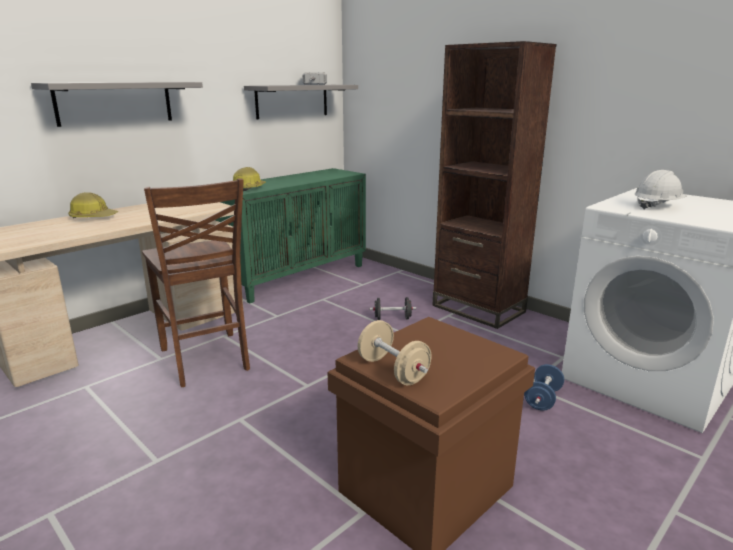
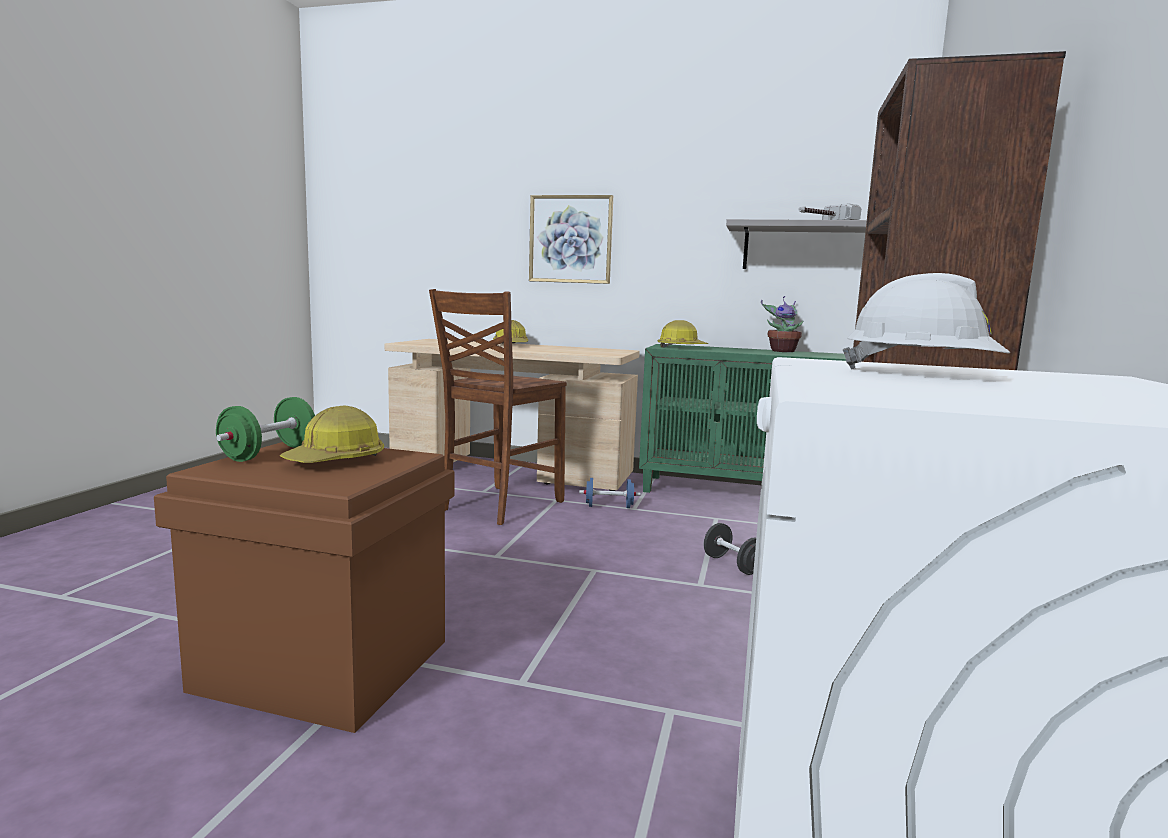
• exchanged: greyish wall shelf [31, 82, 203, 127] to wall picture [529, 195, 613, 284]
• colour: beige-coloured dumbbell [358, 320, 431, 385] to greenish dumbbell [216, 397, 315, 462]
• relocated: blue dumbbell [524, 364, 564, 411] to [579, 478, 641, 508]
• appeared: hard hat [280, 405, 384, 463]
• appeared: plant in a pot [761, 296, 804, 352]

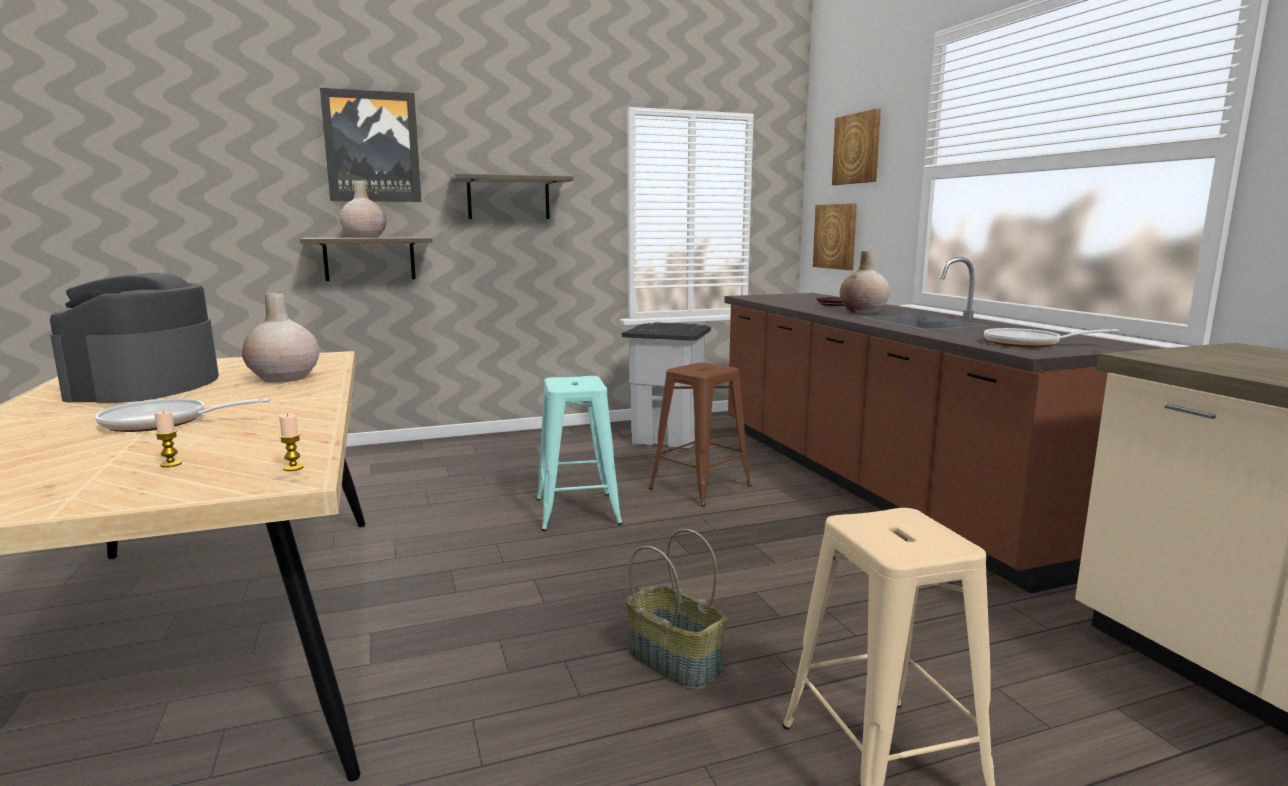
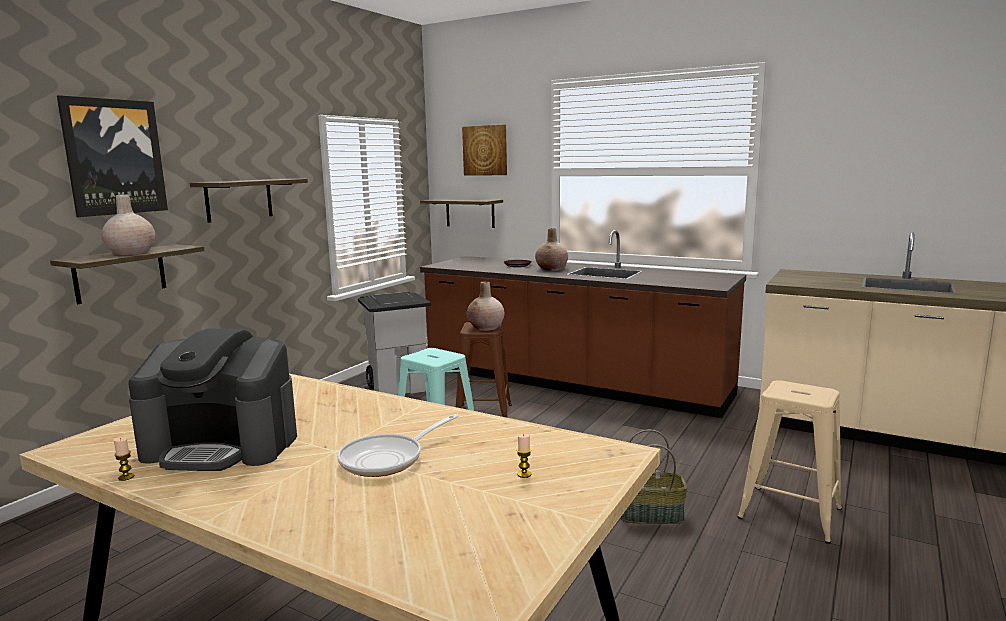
• spun: coffee machine [50, 273, 219, 403] = [129, 329, 297, 471] 45 degrees counterclockwise
• relocated: beige-coloured decorative vase [242, 292, 319, 383] to [467, 281, 505, 331]
• relocated: candle [279, 413, 304, 471] to [114, 437, 134, 481]
• exchanged: wall picture [813, 203, 857, 270] to wall shelf [420, 199, 503, 228]
• missing: skillet [984, 328, 1119, 347]

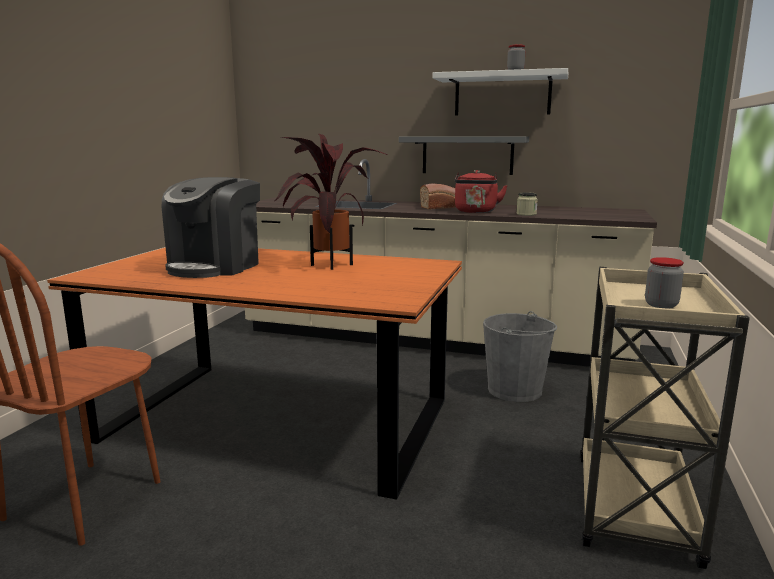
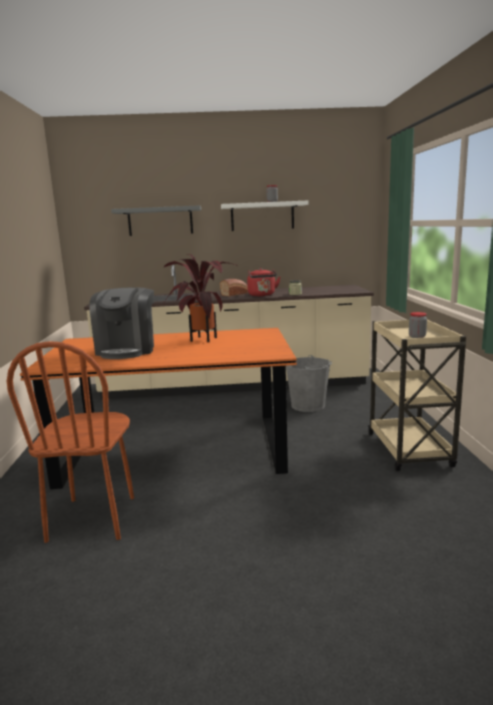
• relocated: greyish wall shelf [399, 136, 529, 175] to [111, 205, 201, 236]

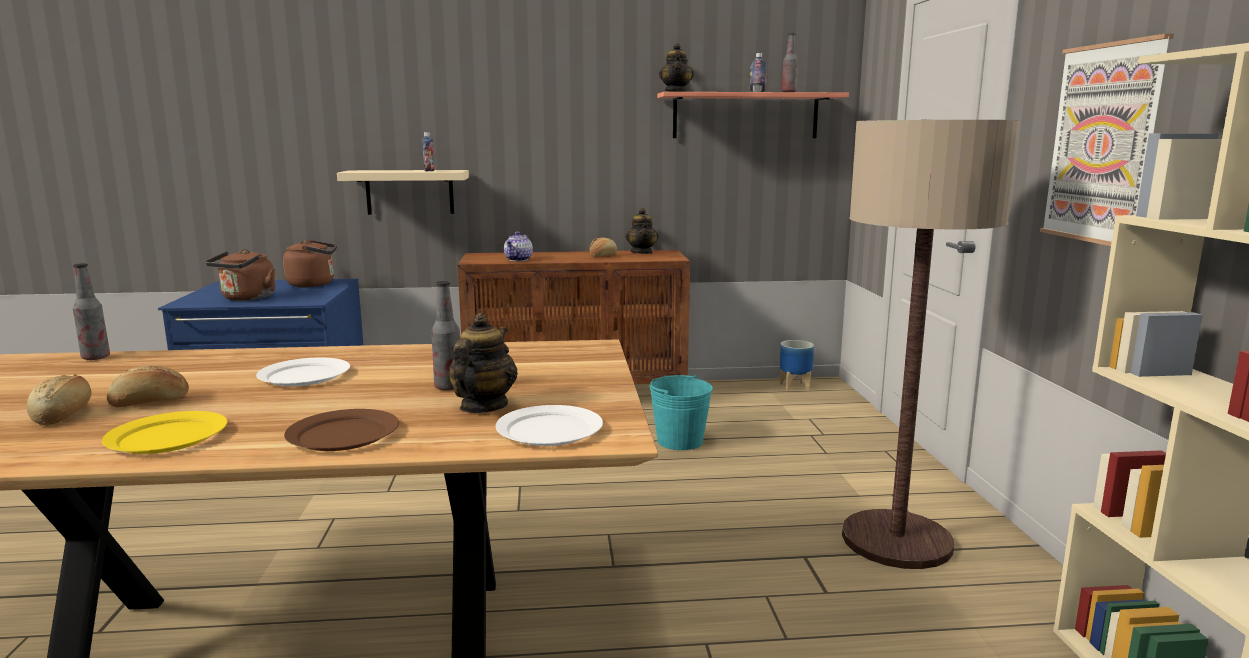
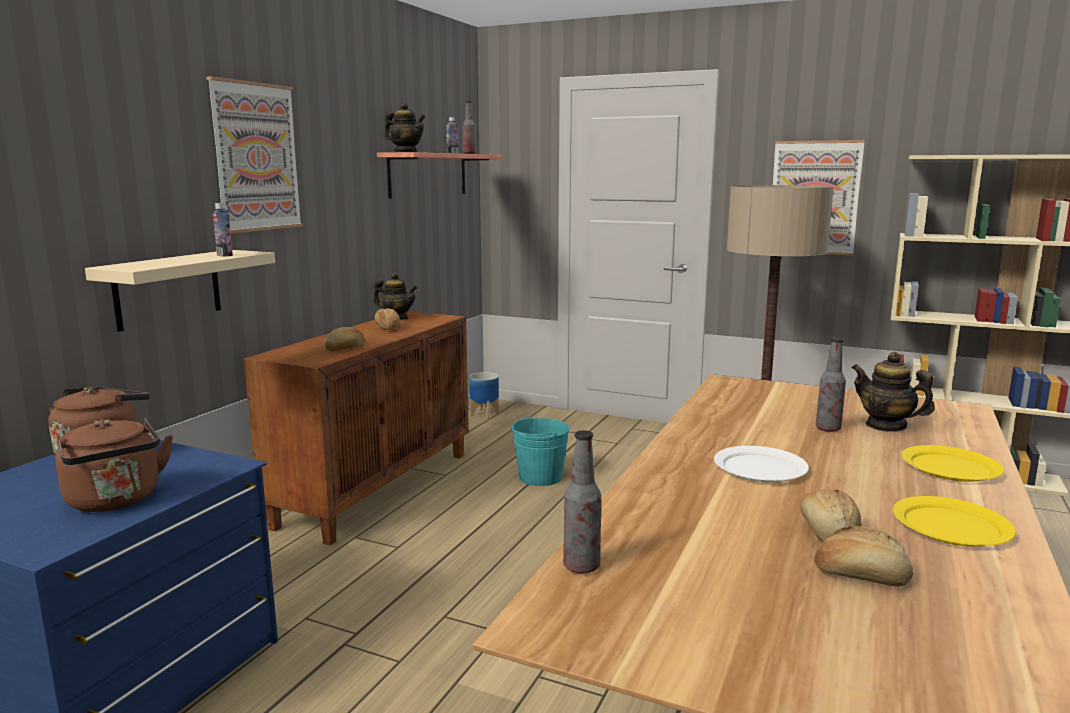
• colour: brownish dinner plate [284, 409, 399, 451] to yellowish dinner plate [901, 445, 1004, 482]
• missing: white-coloured dinner plate [496, 405, 603, 446]
• exchanged: pot for tea [504, 232, 533, 262] to bakery bread [325, 327, 365, 351]
• appeared: wall picture [206, 76, 303, 233]

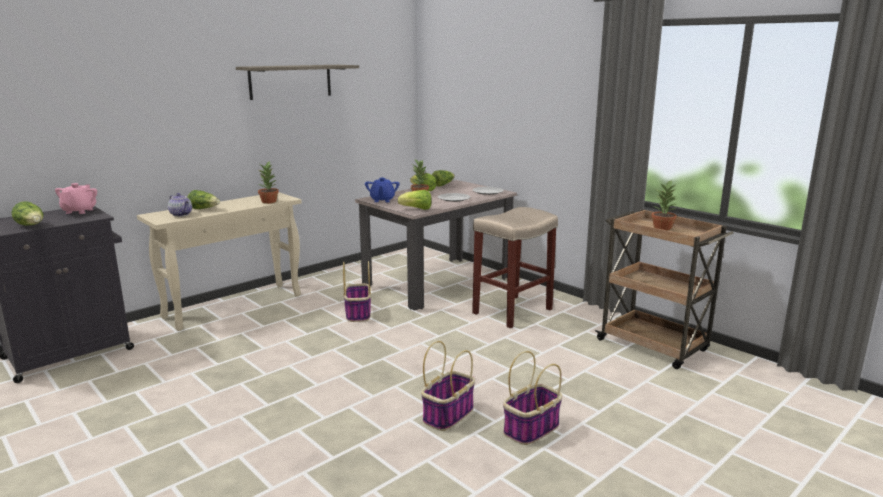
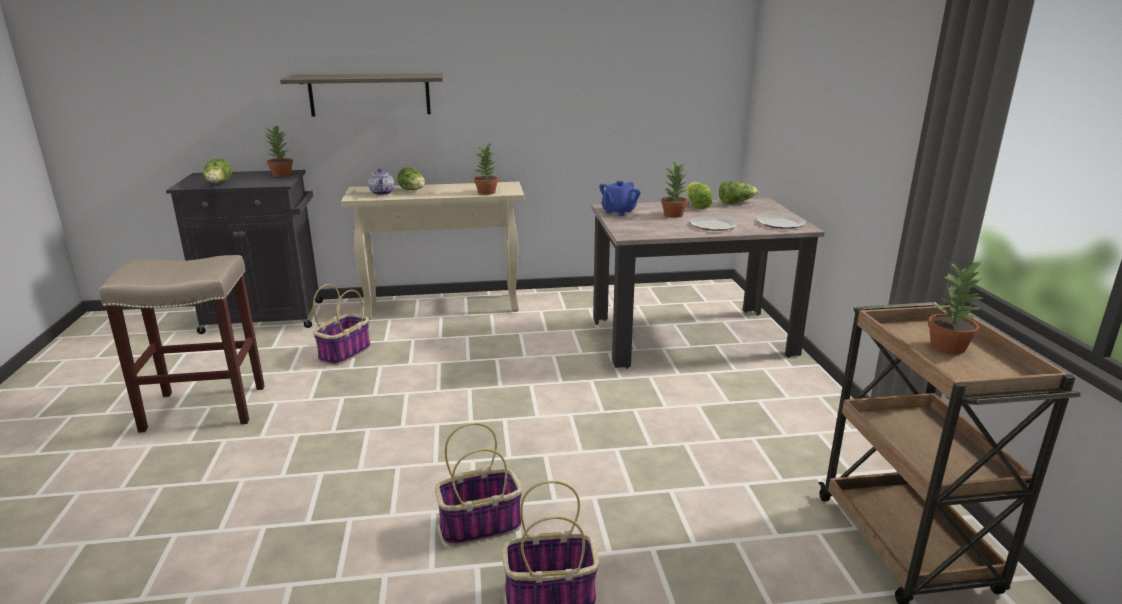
• exchanged: pink pot for tea [55, 183, 97, 214] to plant in a pot [265, 125, 293, 177]
• relocated: wall shelf [236, 65, 359, 100] to [280, 73, 443, 116]
• relocated: household basket [343, 261, 371, 322] to [313, 284, 371, 366]
• missing: lettuce [398, 190, 432, 210]
• relocated: beige-coloured sitting stool [472, 207, 558, 328] to [99, 255, 265, 433]

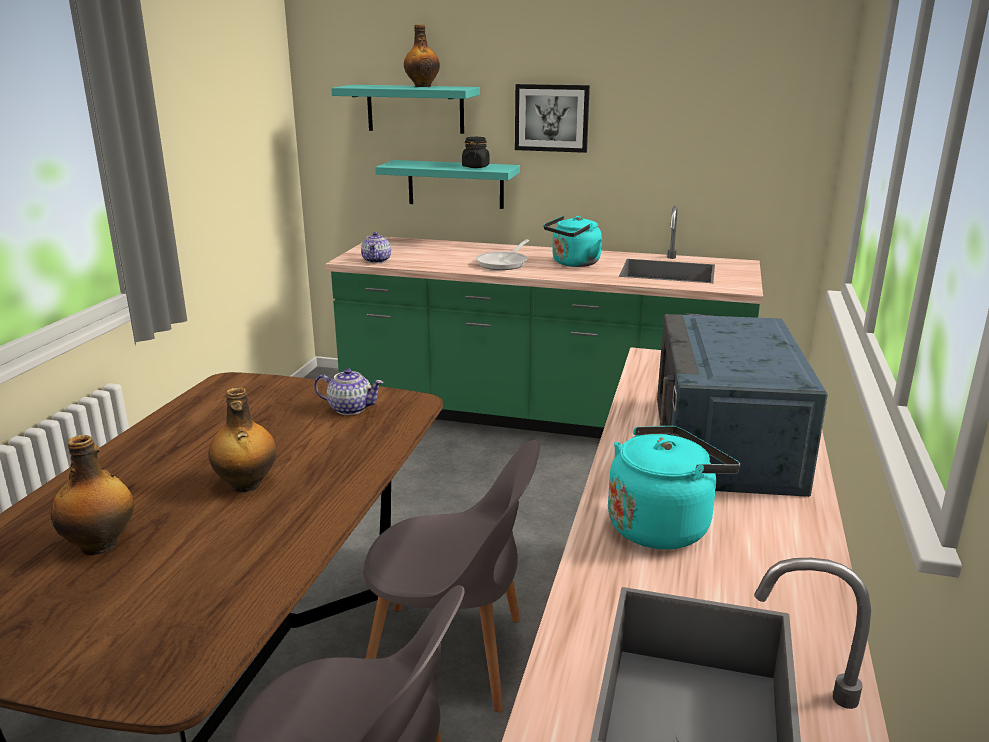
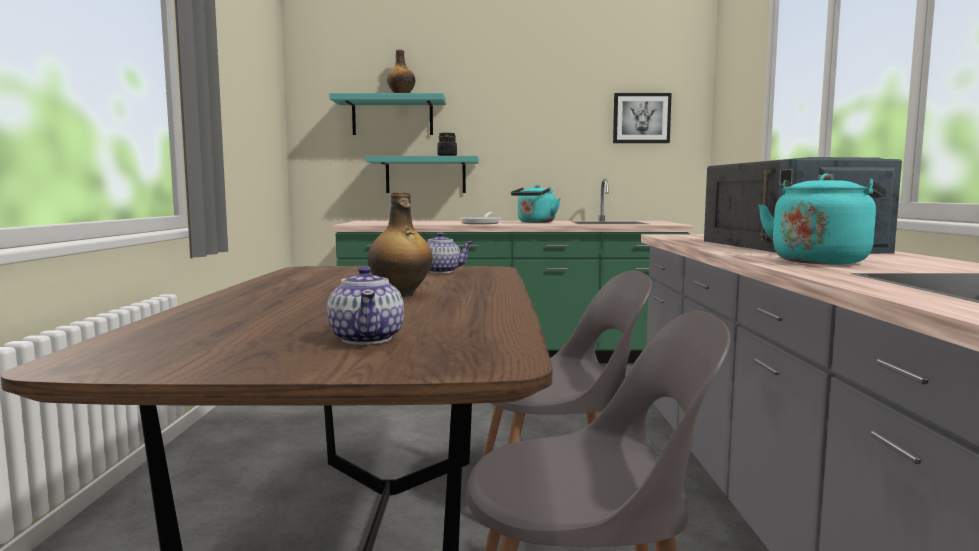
• missing: bottle [50, 435, 134, 555]
• relocated: pot for tea [361, 232, 391, 263] to [327, 266, 404, 345]
• relocated: wall picture [515, 84, 590, 153] to [613, 93, 672, 143]

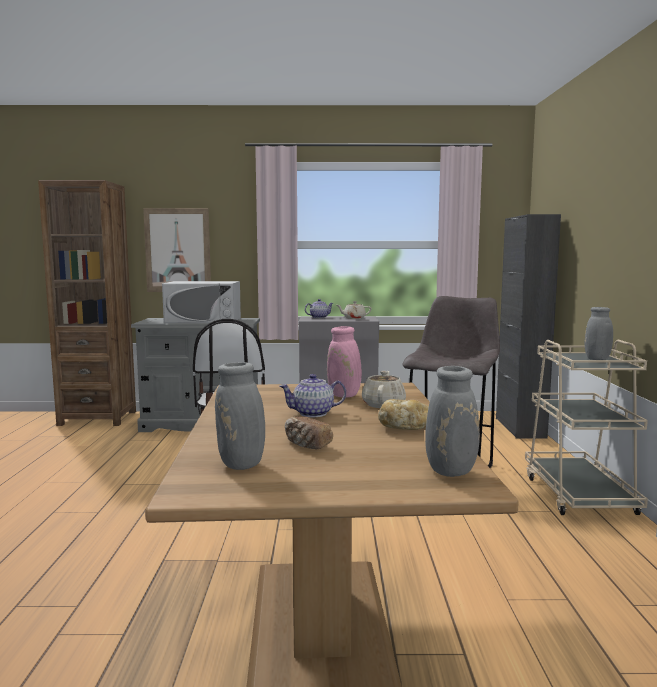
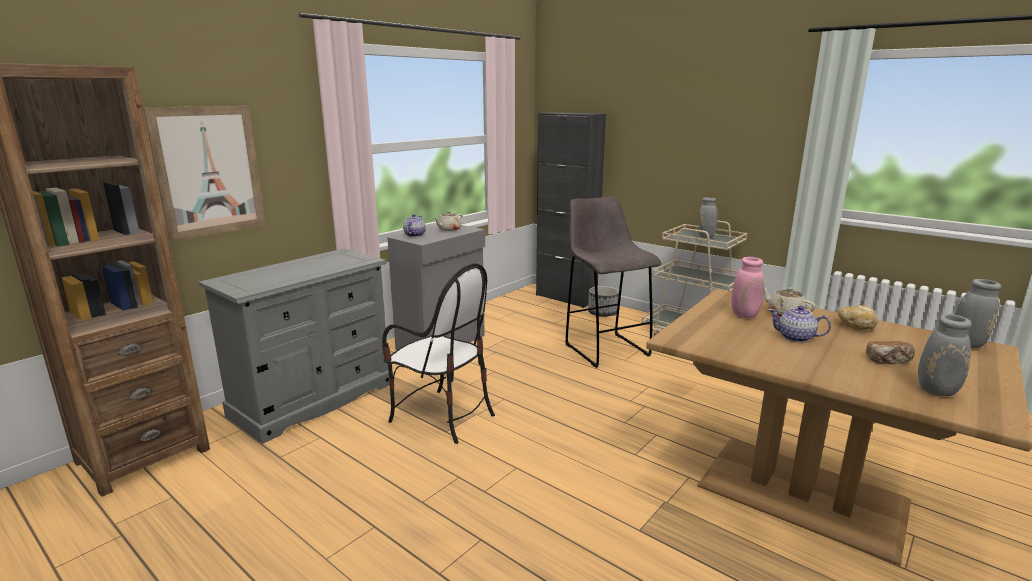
• missing: white-coloured microwave [162, 281, 241, 323]
• spun: pot for tea [280, 374, 346, 417] = [768, 306, 831, 342] 90 degrees clockwise
• appeared: flower pot [588, 286, 619, 317]

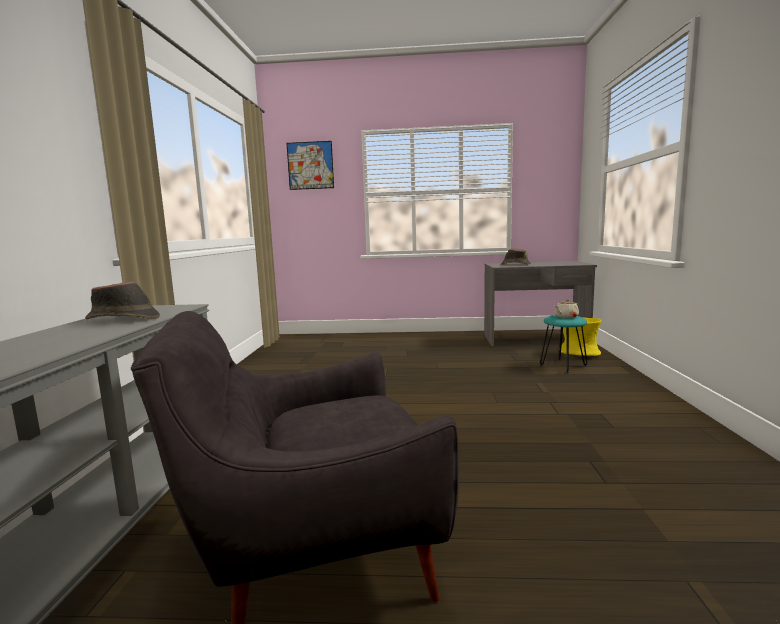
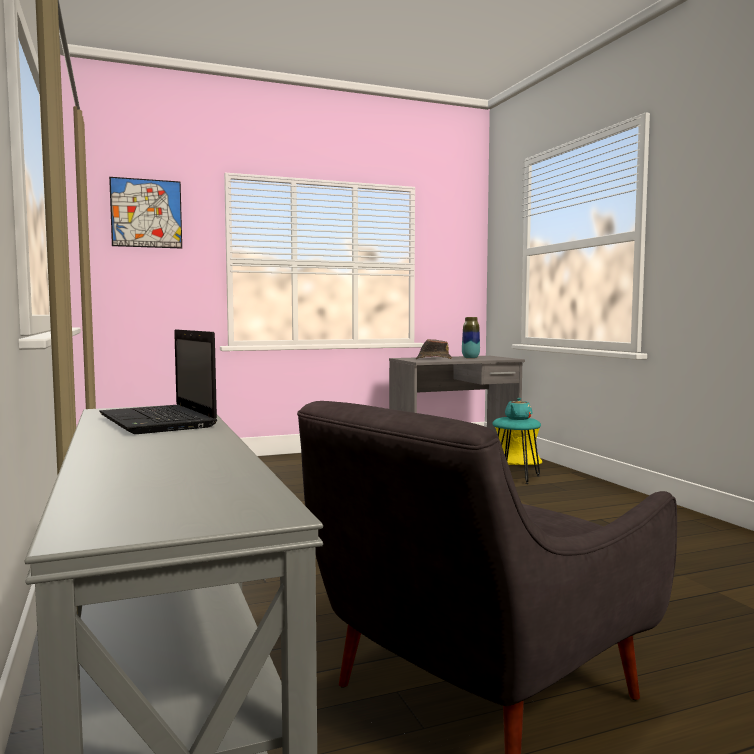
• exchanged: brownish clothing hat [85, 281, 160, 319] to notebook computer [100, 330, 217, 434]
• colour: beige-coloured pot for tea [554, 299, 579, 318] to blue-green pot for tea [505, 398, 532, 420]
• appeared: decorative vase [462, 317, 480, 359]

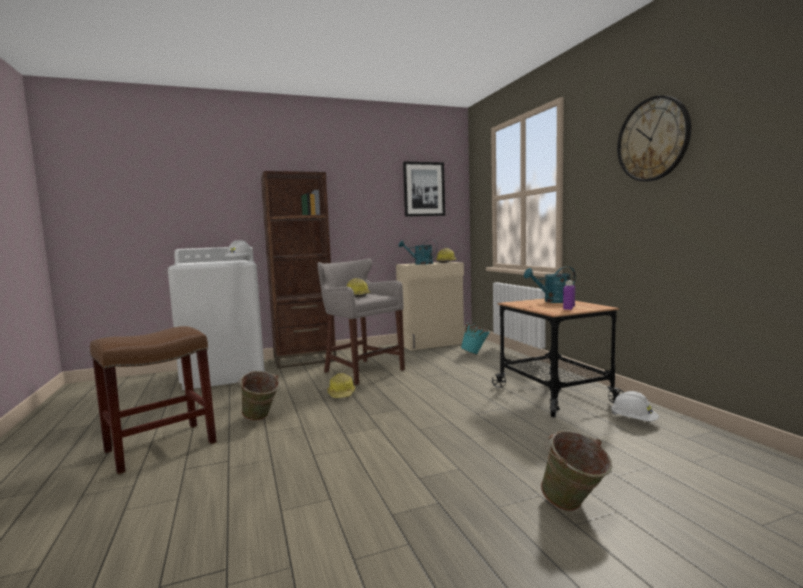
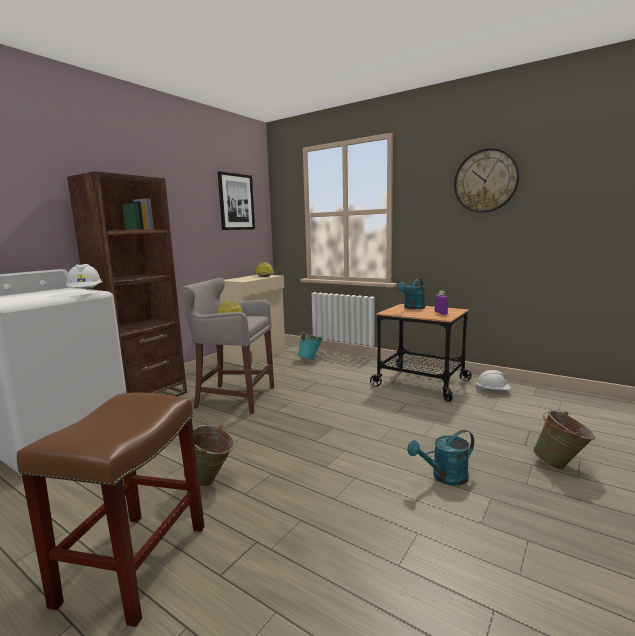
• missing: hard hat [327, 373, 355, 398]
• relocated: blue-green sprinkling can [399, 240, 437, 265] to [407, 430, 474, 486]

